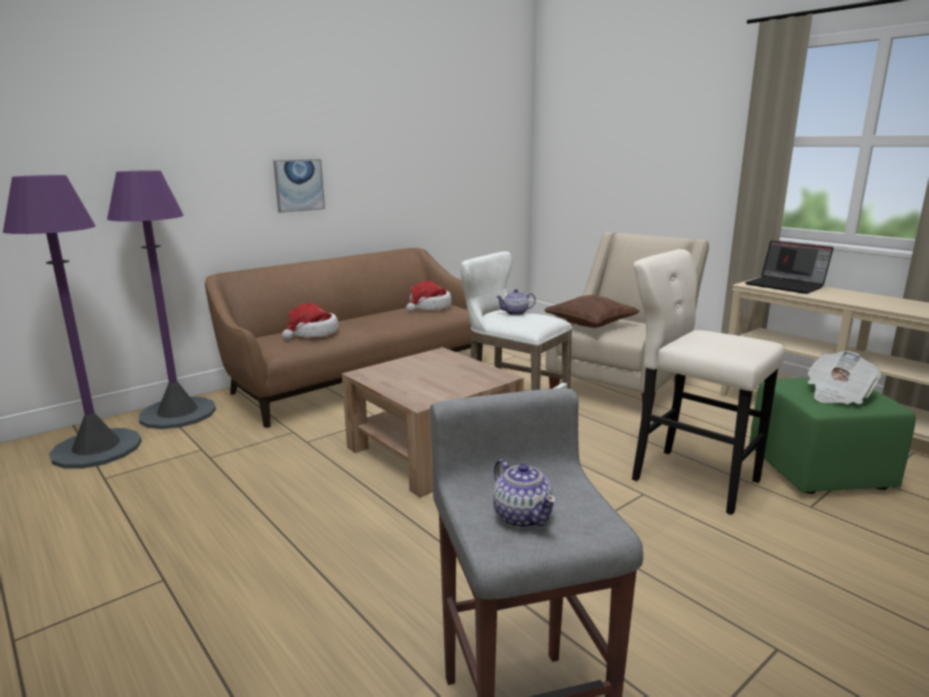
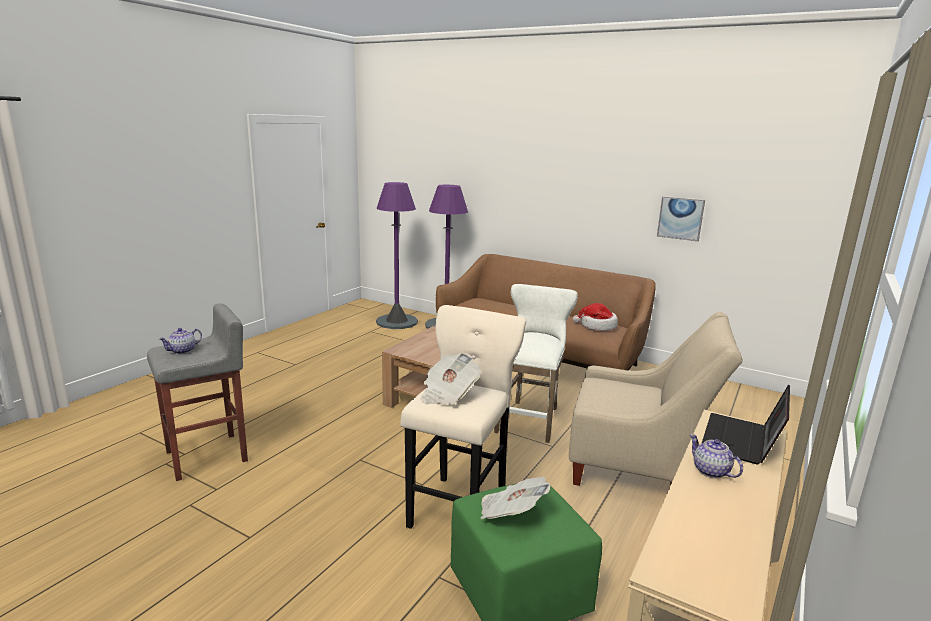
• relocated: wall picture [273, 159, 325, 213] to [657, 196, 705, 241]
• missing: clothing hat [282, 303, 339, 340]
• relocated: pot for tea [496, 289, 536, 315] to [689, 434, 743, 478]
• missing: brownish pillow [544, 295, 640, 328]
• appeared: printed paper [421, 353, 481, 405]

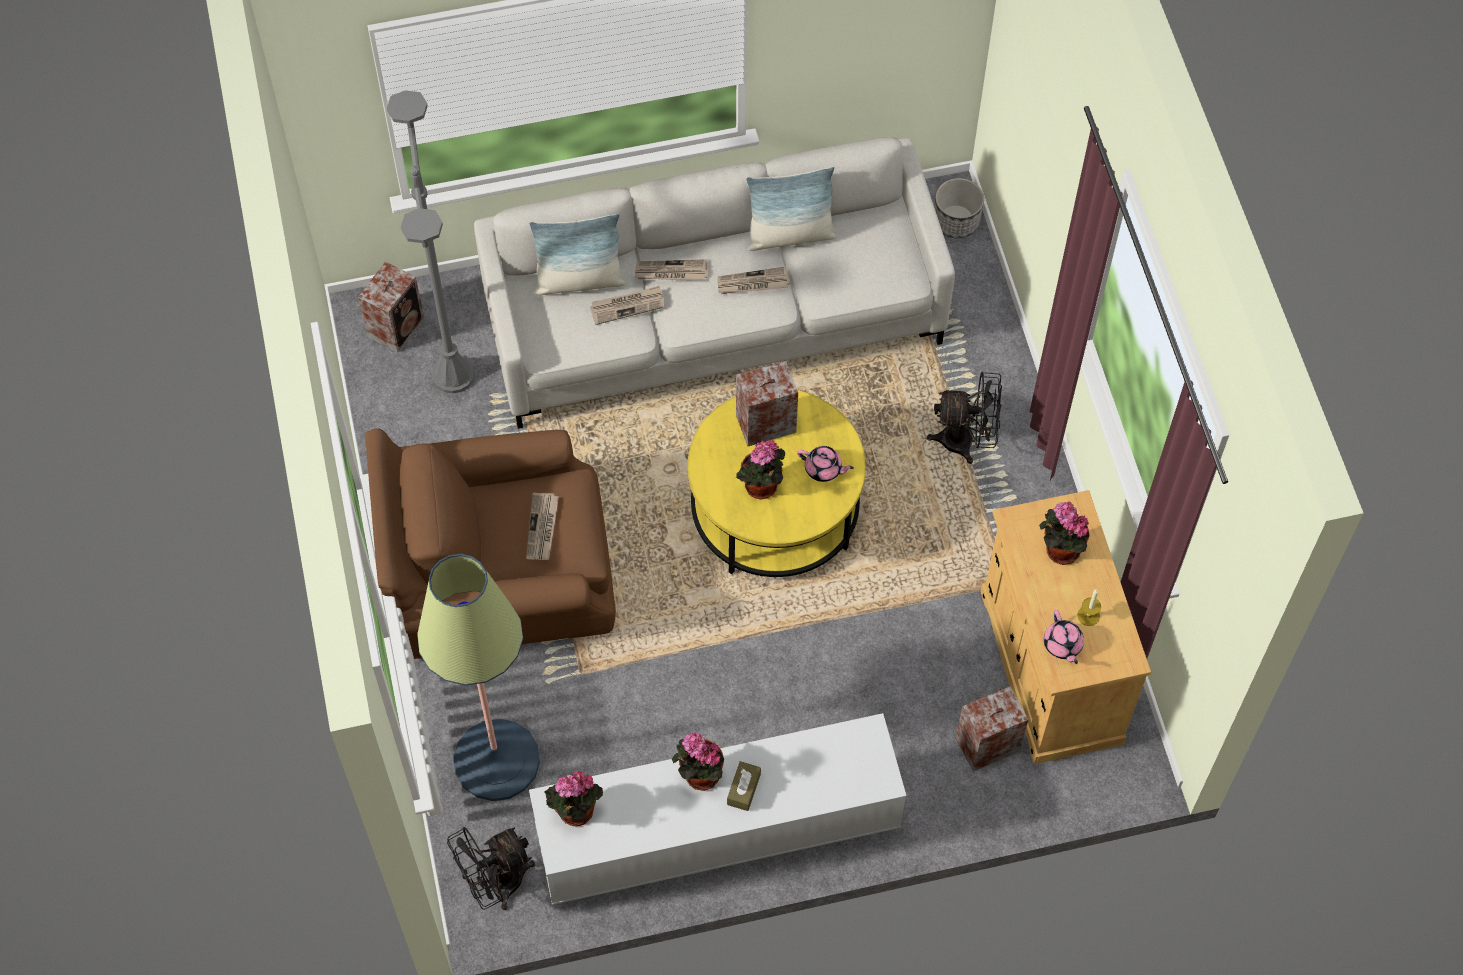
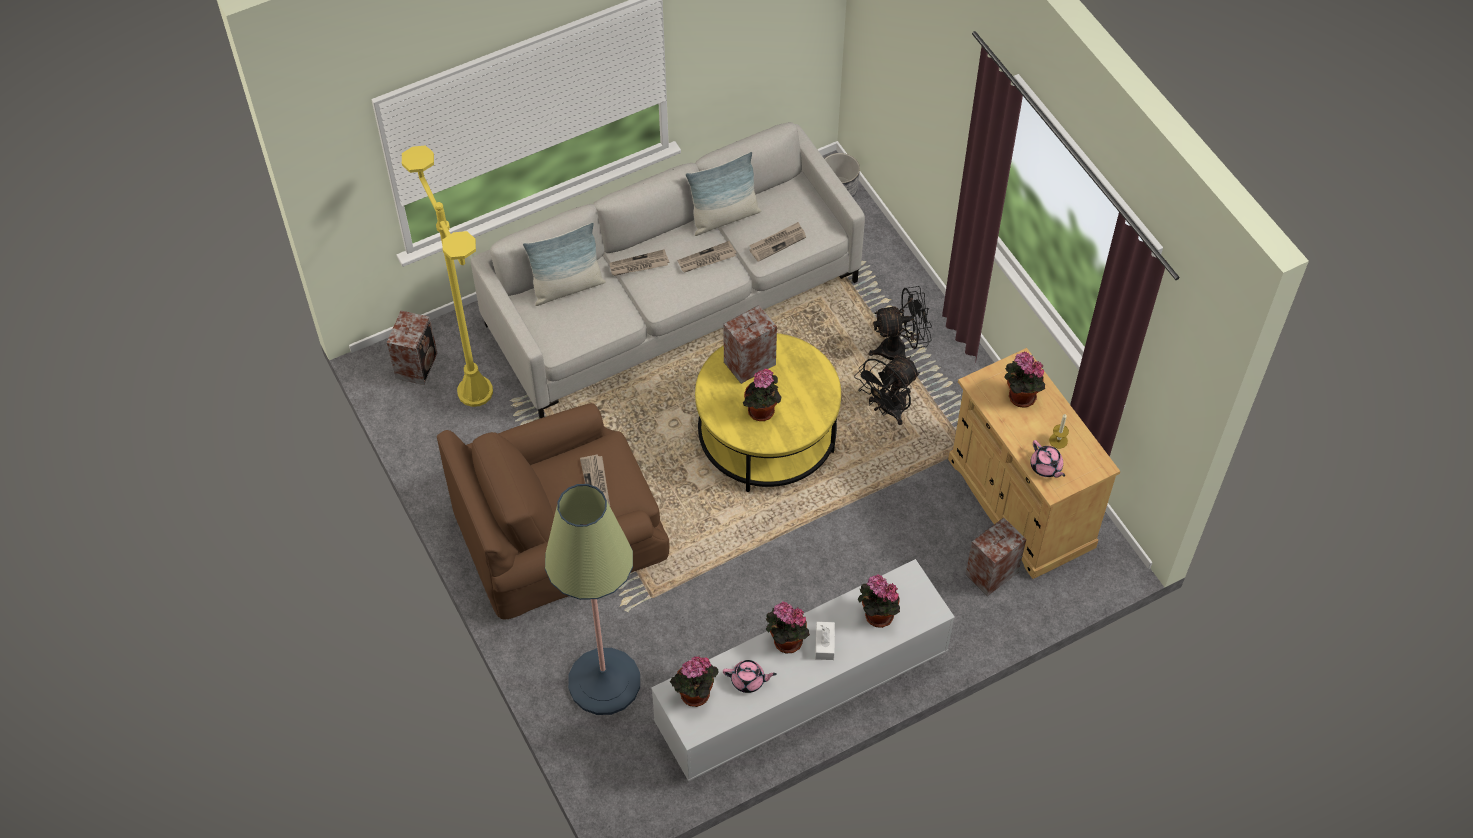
• colour: greyish standing lamp [387, 90, 475, 393] to yellowish standing lamp [402, 145, 493, 407]
• relocated: blackish cooling fan [447, 827, 535, 910] to [854, 355, 920, 425]
• relocated: printed paper [590, 286, 663, 325] to [749, 222, 806, 262]
• colour: brownish tissue holder [727, 761, 761, 811] to white-coloured tissue holder [815, 622, 835, 660]
• relocated: pink pot for tea [797, 446, 854, 482] to [723, 660, 777, 693]
• appeared: plant in a pot [858, 574, 900, 628]

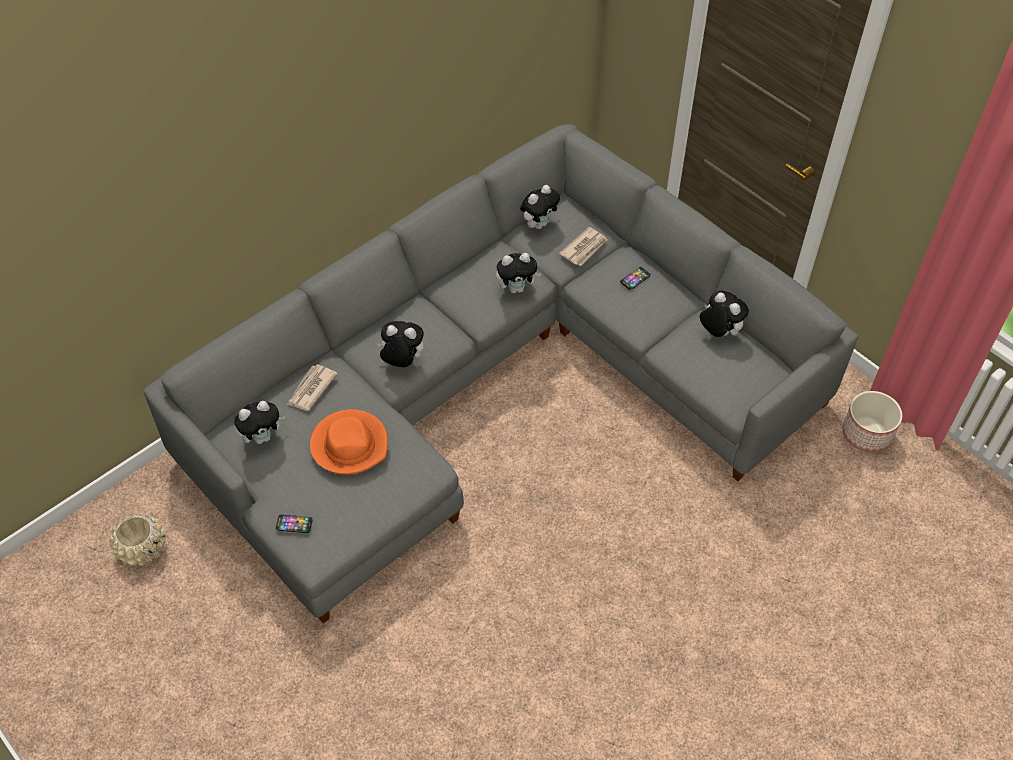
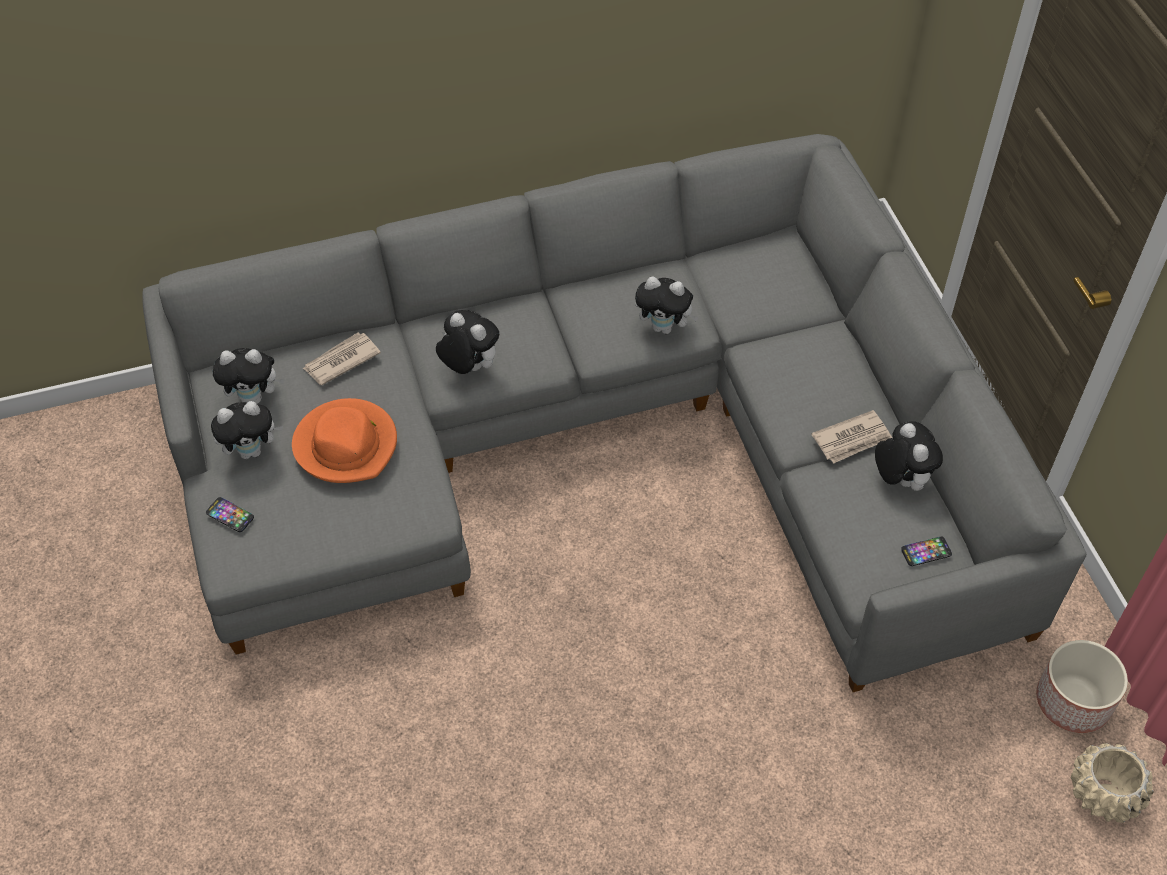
• relocated: beige-coloured flower pot [109, 513, 166, 566] to [1071, 743, 1154, 823]
• relocated: plush toy [520, 185, 560, 229] to [211, 401, 283, 459]
• relocated: printed paper [559, 227, 608, 266] to [811, 410, 892, 464]
• relocated: telephone [620, 267, 651, 290] to [901, 536, 952, 566]

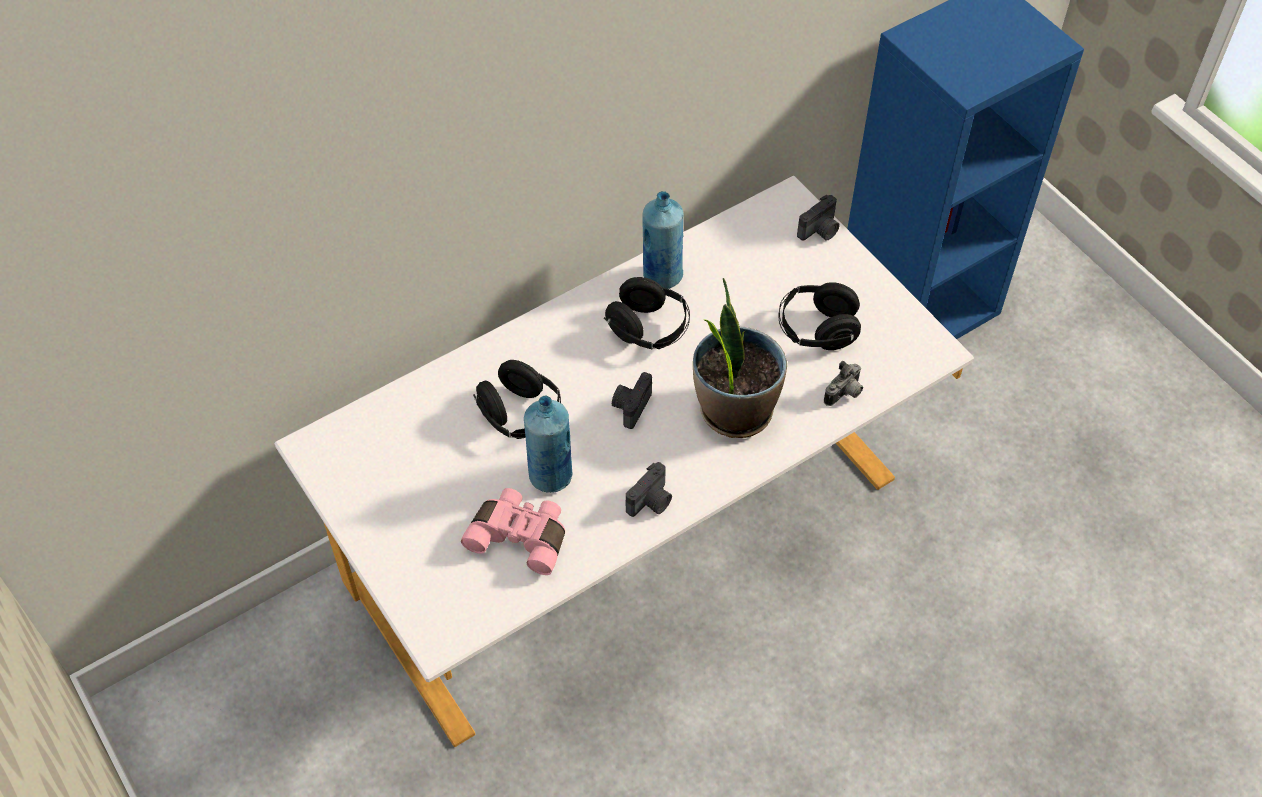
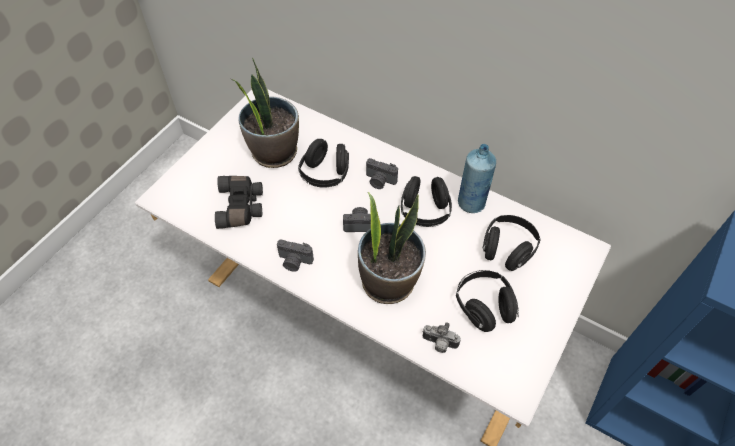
• colour: pink binoculars [461, 488, 565, 575] to blackish binoculars [215, 176, 263, 229]
• missing: blue bottle [524, 395, 572, 493]
• relocated: still camera [797, 195, 840, 241] to [366, 158, 398, 189]
• appeared: plant in a pot [231, 58, 299, 168]
• appeared: blackish pair of headphones [482, 215, 541, 271]

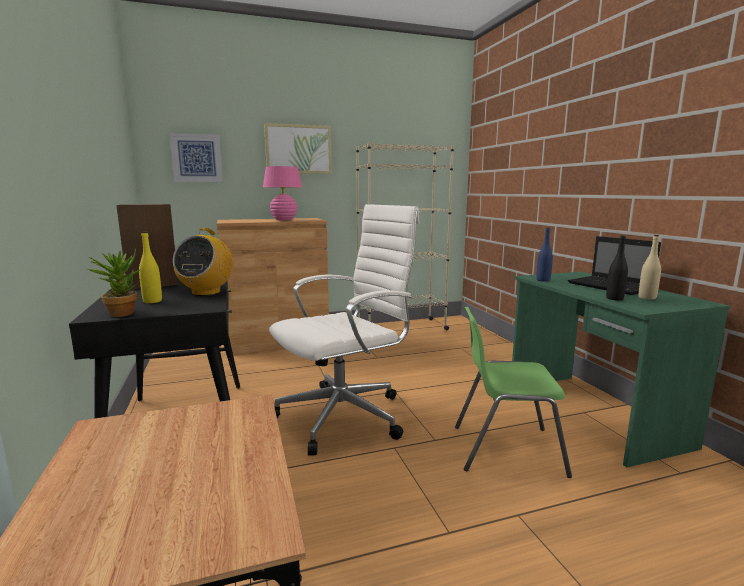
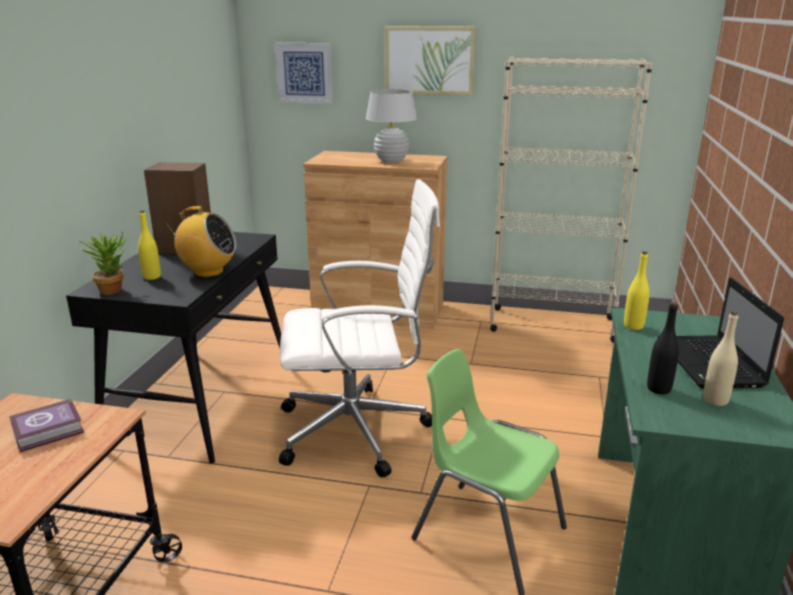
• spun: radio [173, 228, 233, 296] = [166, 206, 236, 277] 120 degrees counterclockwise
• colour: pink tabletop lamp [263, 166, 302, 220] to white-coloured tabletop lamp [366, 89, 417, 163]
• colour: blue bottle [536, 227, 553, 282] to yellowish bottle [624, 251, 650, 330]
• appeared: bound book [9, 399, 84, 452]

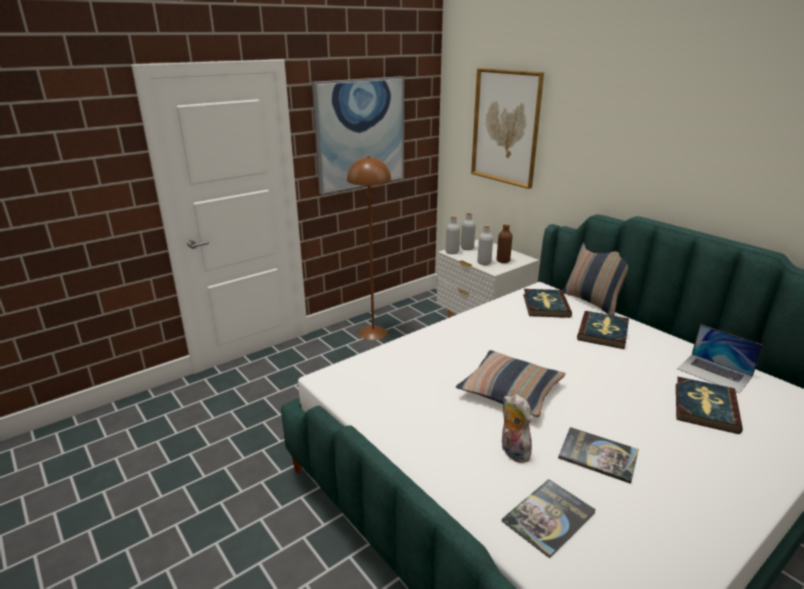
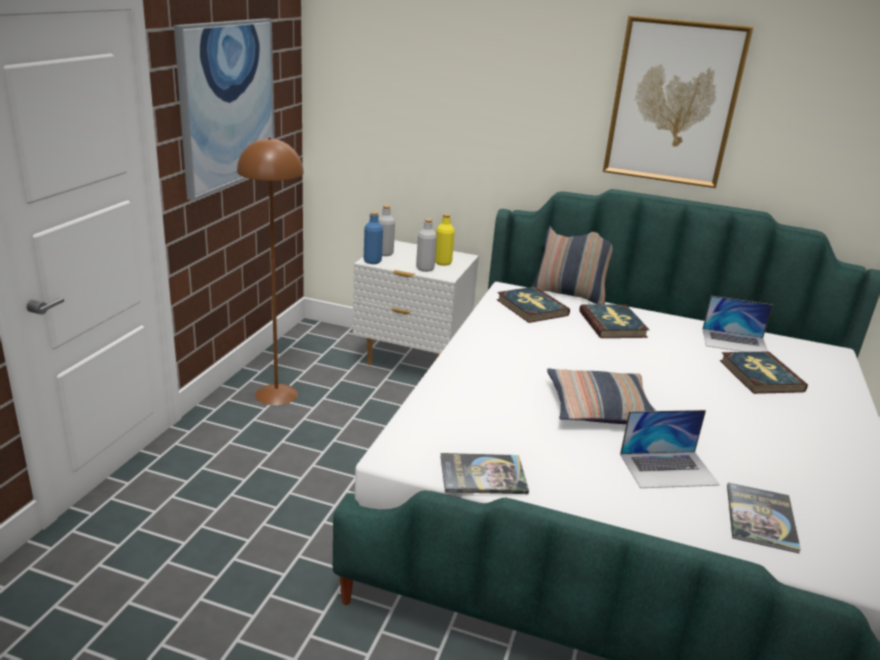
• colour: greyish bottle [445, 215, 460, 254] to blue bottle [364, 211, 383, 264]
• relocated: wall picture [471, 68, 544, 189] to [603, 15, 753, 188]
• colour: brownish bottle [497, 223, 513, 263] to yellowish bottle [435, 214, 455, 266]
• exchanged: plush toy [502, 394, 532, 463] to notebook computer [620, 410, 720, 488]
• relocated: bound book [558, 427, 639, 484] to [440, 453, 529, 494]

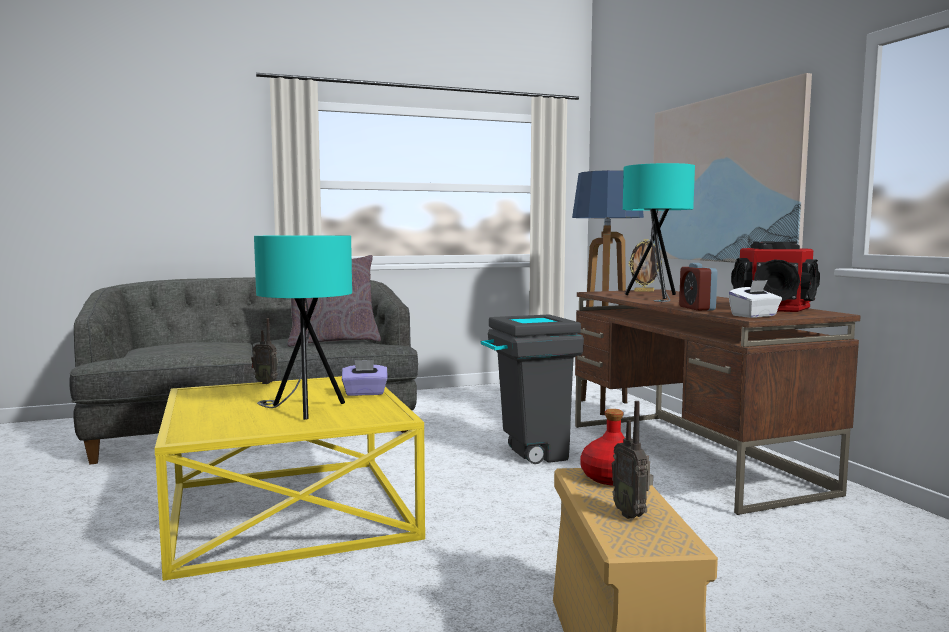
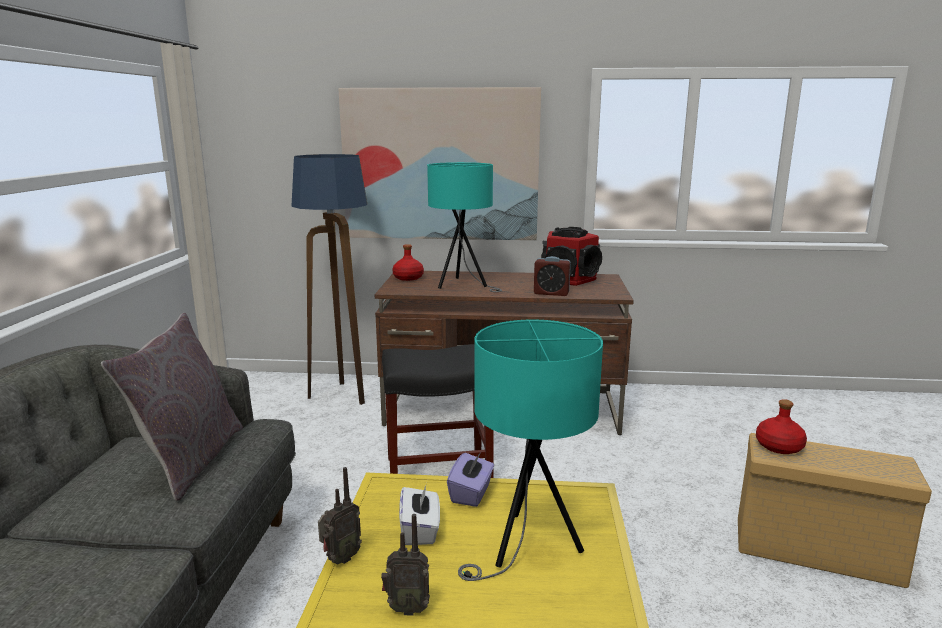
• exchanged: greyish rubbish bin [481, 315, 584, 464] to blackish sitting stool [382, 344, 494, 478]
• relocated: radio [612, 401, 653, 519] to [381, 514, 430, 616]
• exchanged: picture frame [628, 239, 662, 292] to red bottle [392, 244, 424, 281]
• relocated: white-coloured tissue holder [728, 280, 782, 318] to [399, 485, 440, 545]

